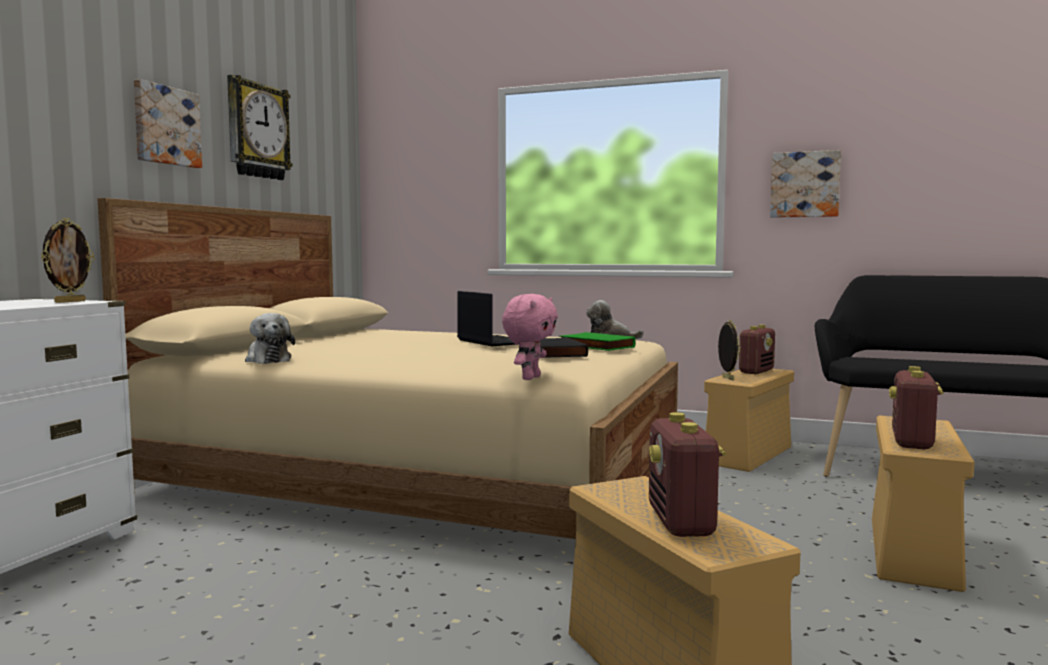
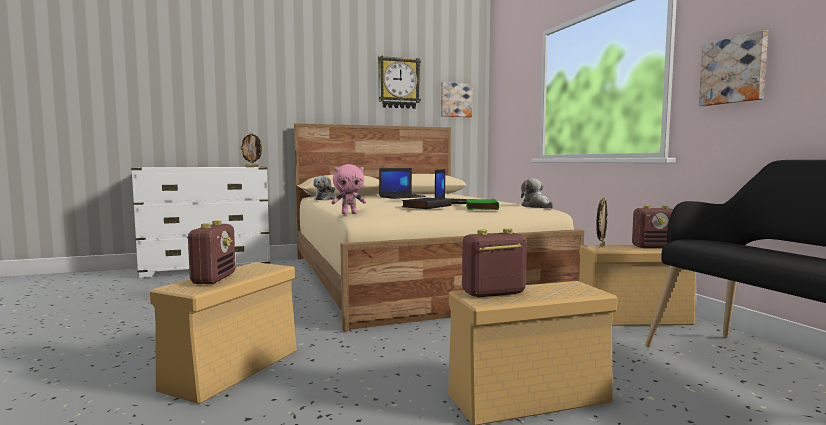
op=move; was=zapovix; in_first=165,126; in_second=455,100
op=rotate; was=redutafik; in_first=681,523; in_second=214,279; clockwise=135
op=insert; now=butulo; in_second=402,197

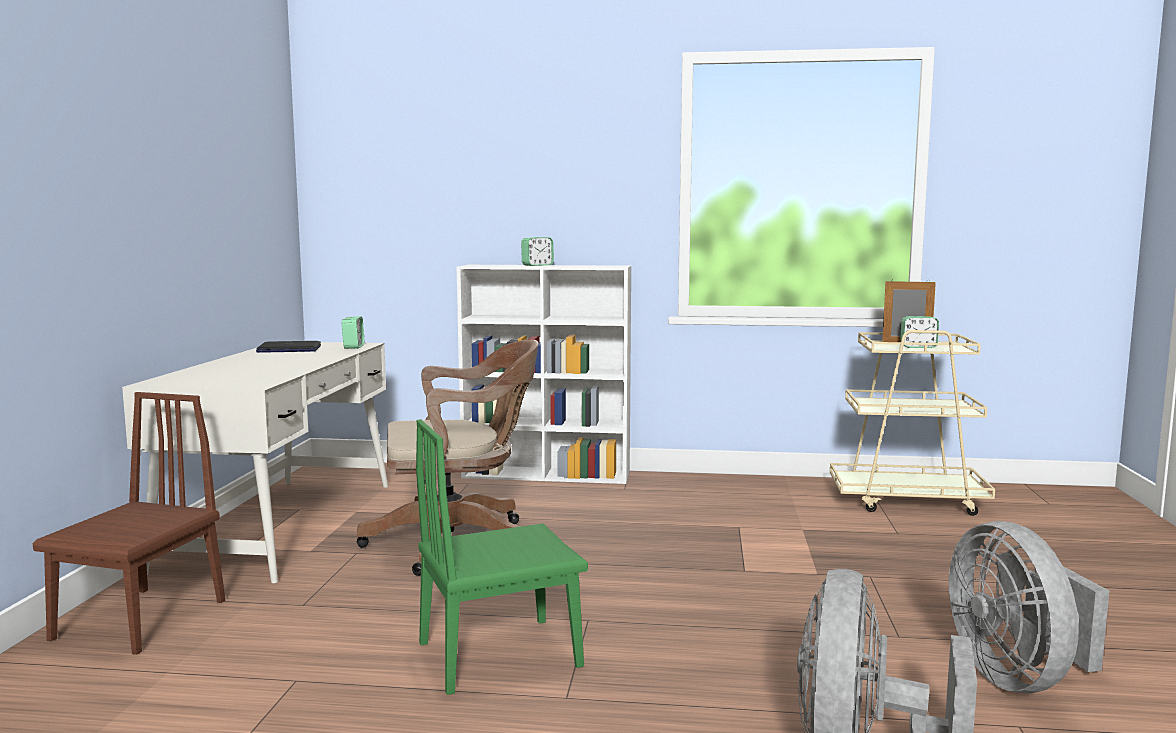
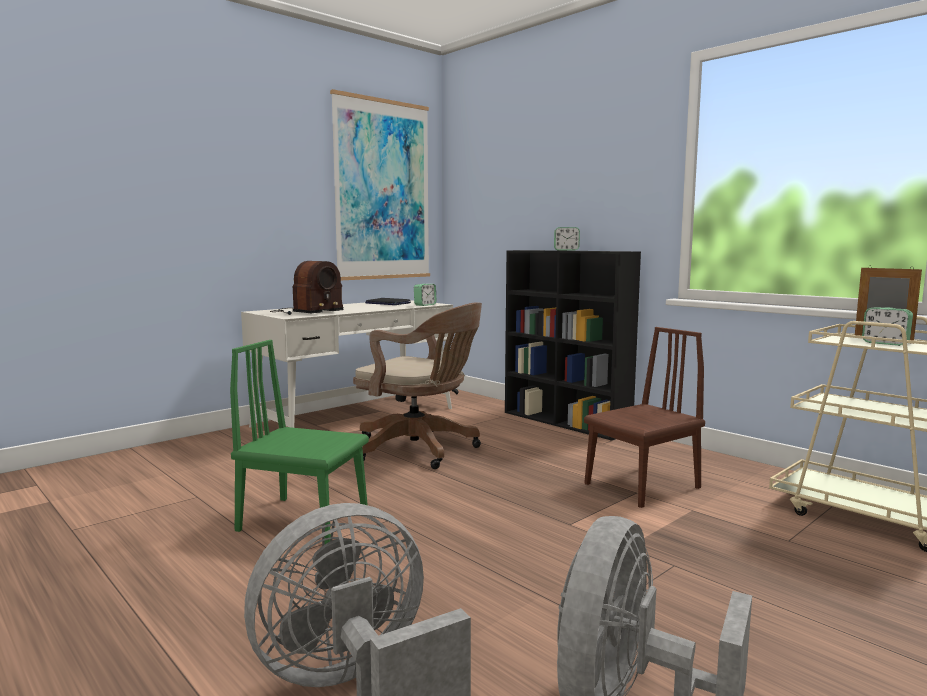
op=recolor; was=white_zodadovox; now=black_zodadovox; in_first=548,474; in_second=566,422
op=move; was=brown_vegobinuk; in_first=140,620; in_second=642,486
op=insert; now=zapovix; in_second=382,190
op=insert; now=redutafik; in_second=305,312

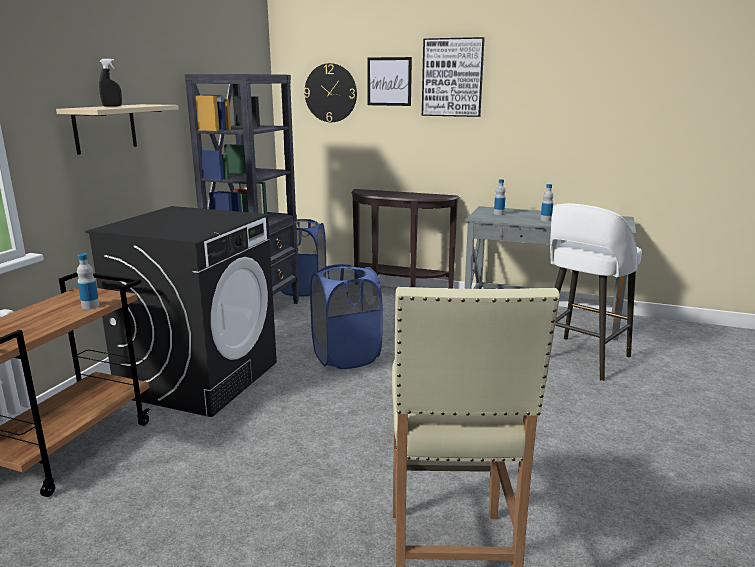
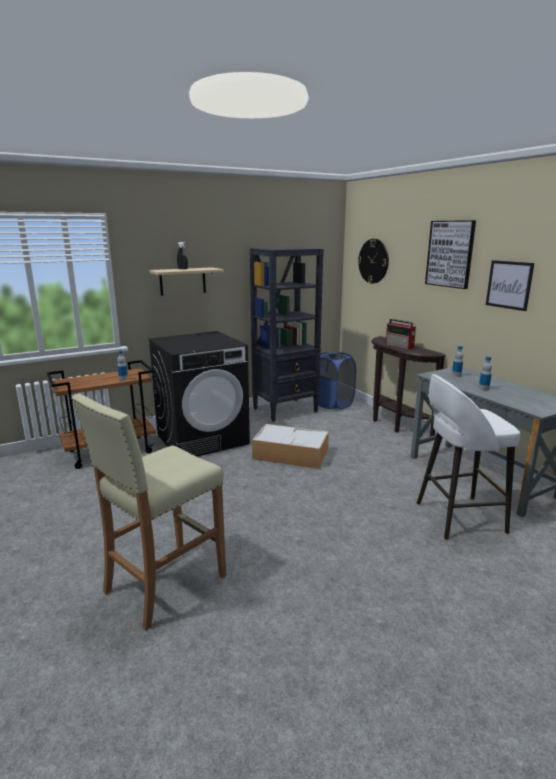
op=move; was=zapovix; in_first=389,81; in_second=509,285
op=replace; was=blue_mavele; now=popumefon; in_first=346,357; in_second=292,454
op=insert; now=redutafik; in_second=400,346

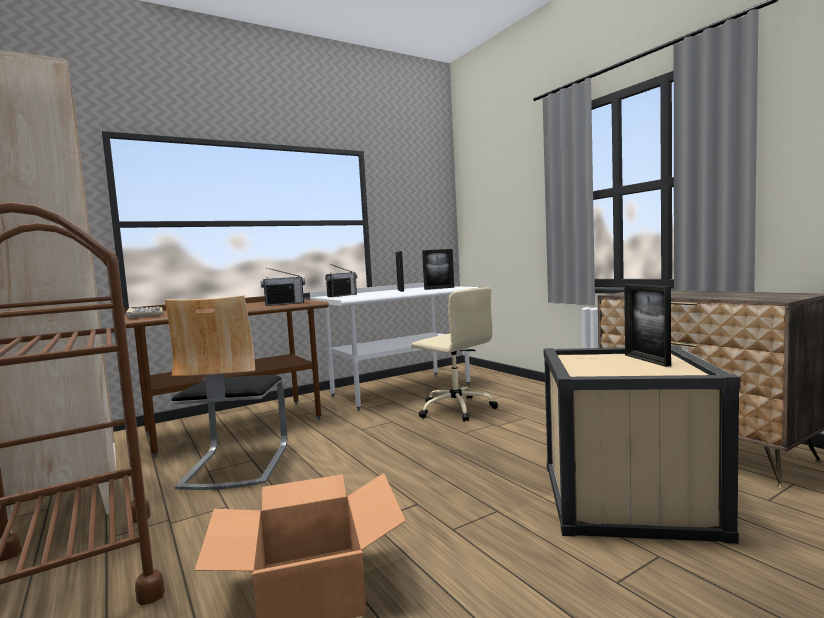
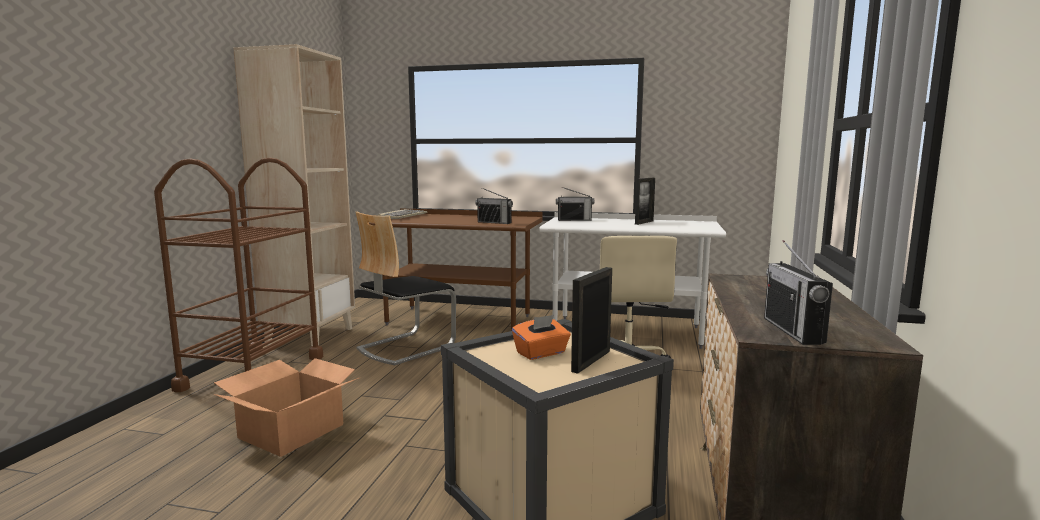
op=delete; was=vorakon; in_first=439,288
op=insert; now=redutafik; in_second=792,330
op=insert; now=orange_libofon; in_second=541,353

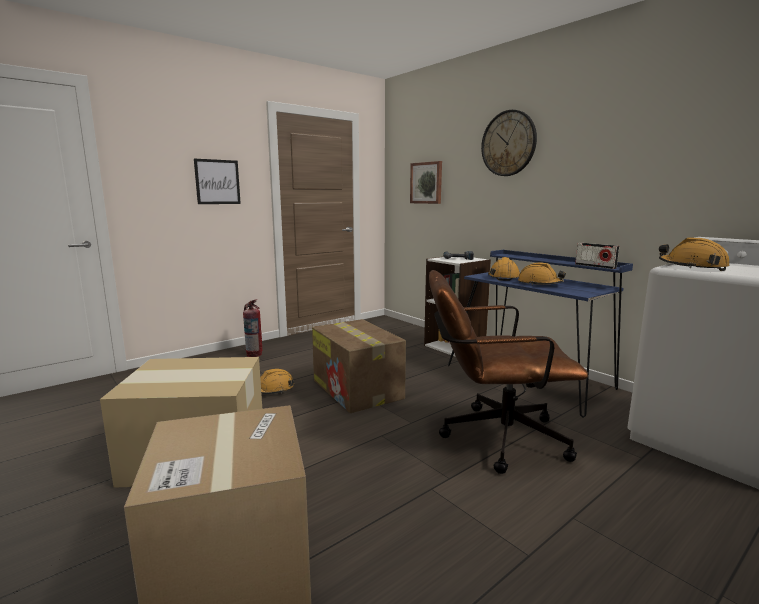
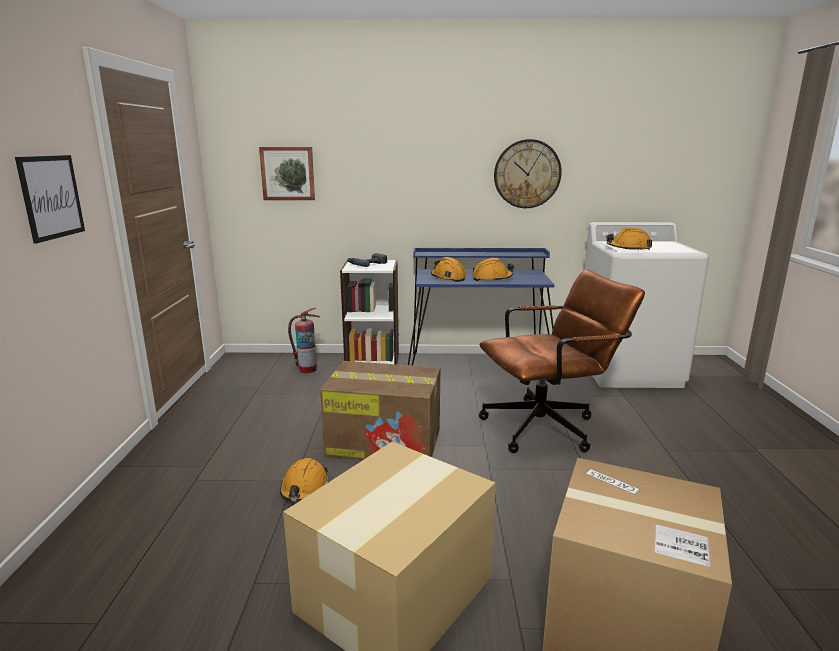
op=move; was=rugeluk; in_first=508,143; in_second=527,174
op=delete; was=redutafik; in_first=595,266
op=rotate; was=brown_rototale; in_first=492,437; in_second=549,426; clockwise=-150
op=move; was=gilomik; in_first=254,354; in_second=307,369

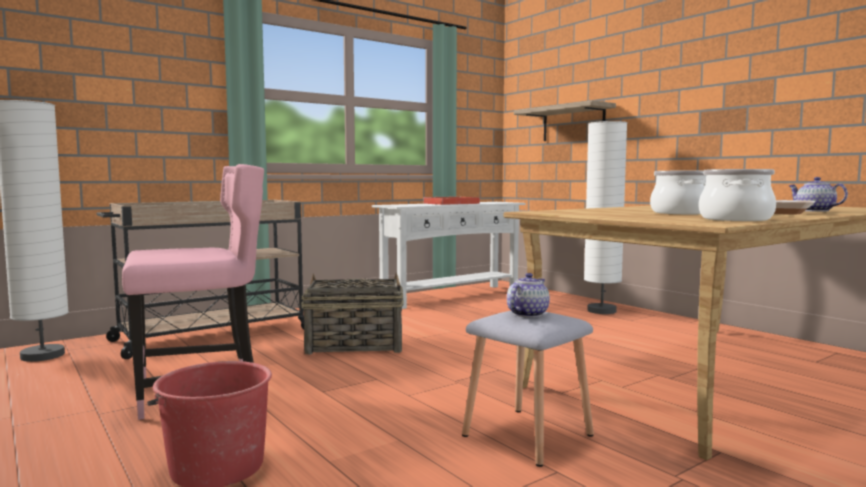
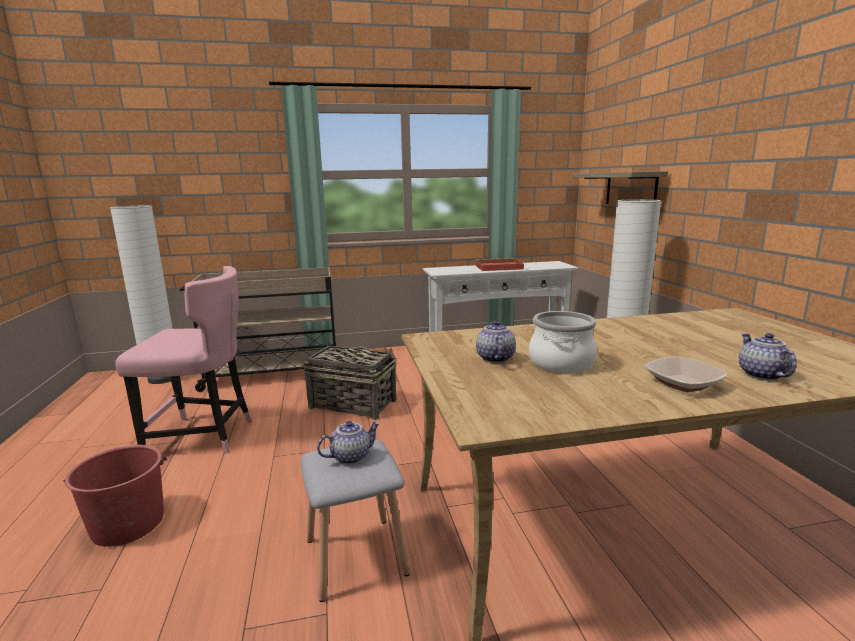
op=delete; was=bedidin; in_first=736,219
op=insert; now=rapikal; in_second=494,358

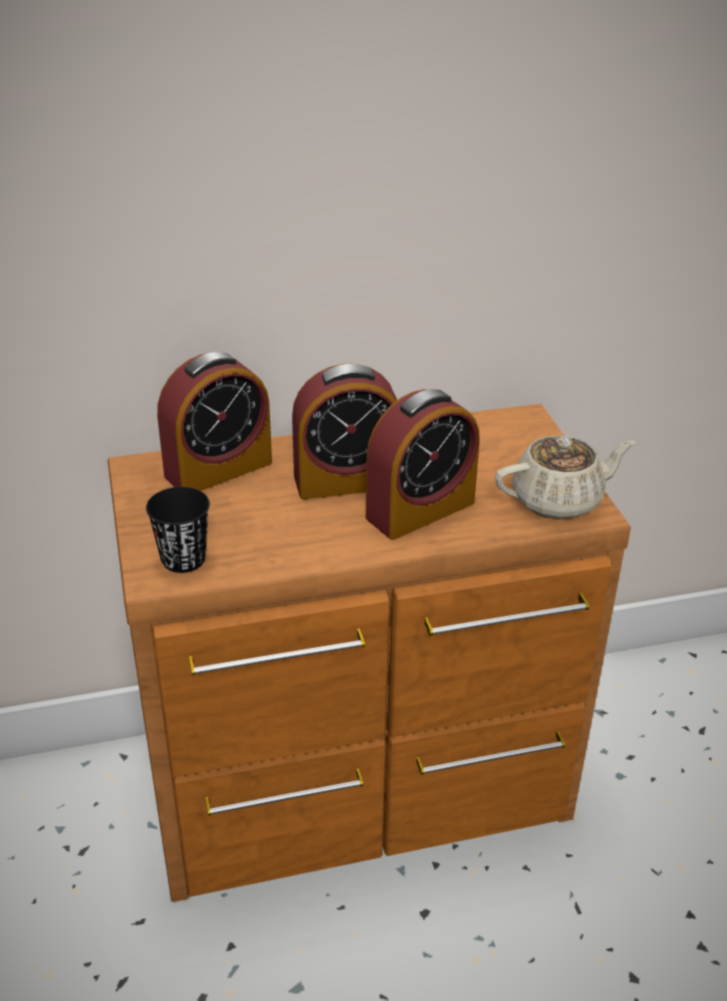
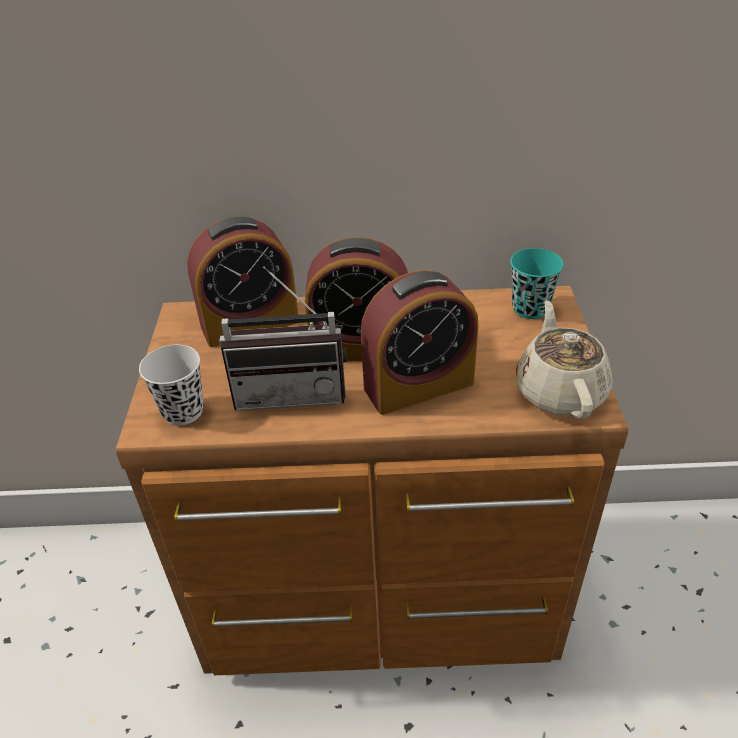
op=rotate; was=beige_rapikal; in_first=558,500; in_second=559,391; clockwise=-90
op=recolor; was=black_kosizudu; now=white_kosizudu; in_first=183,559; in_second=183,411
op=insert; now=turquoise_kosizudu; in_second=530,308
op=insert; now=redutafik; in_second=292,391

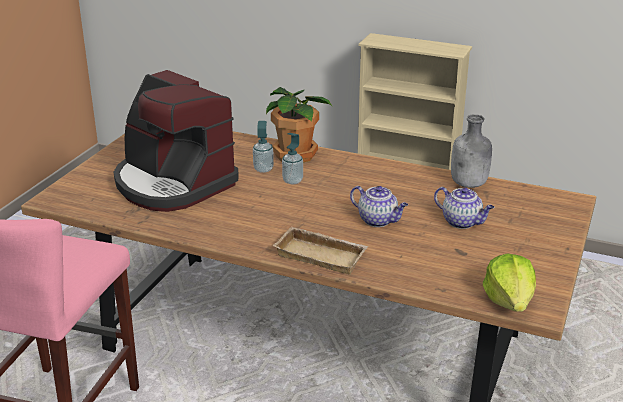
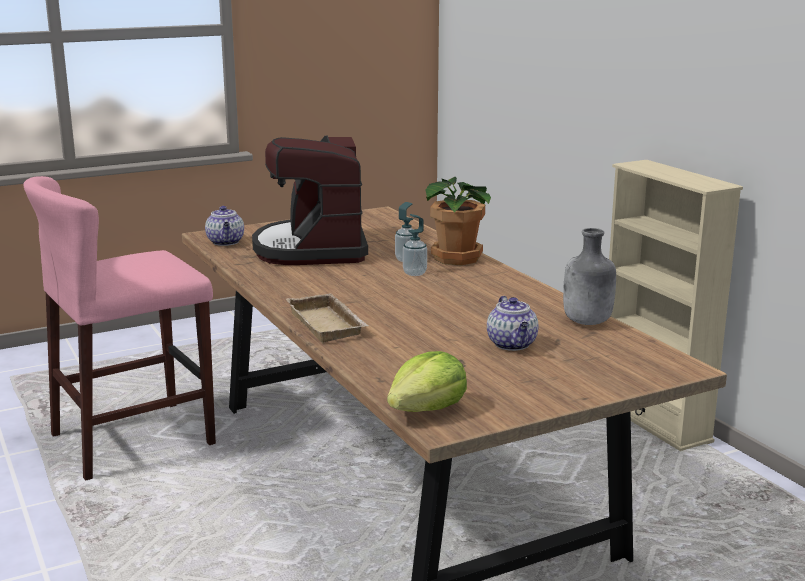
op=move; was=rapikal; in_first=378,220; in_second=226,242

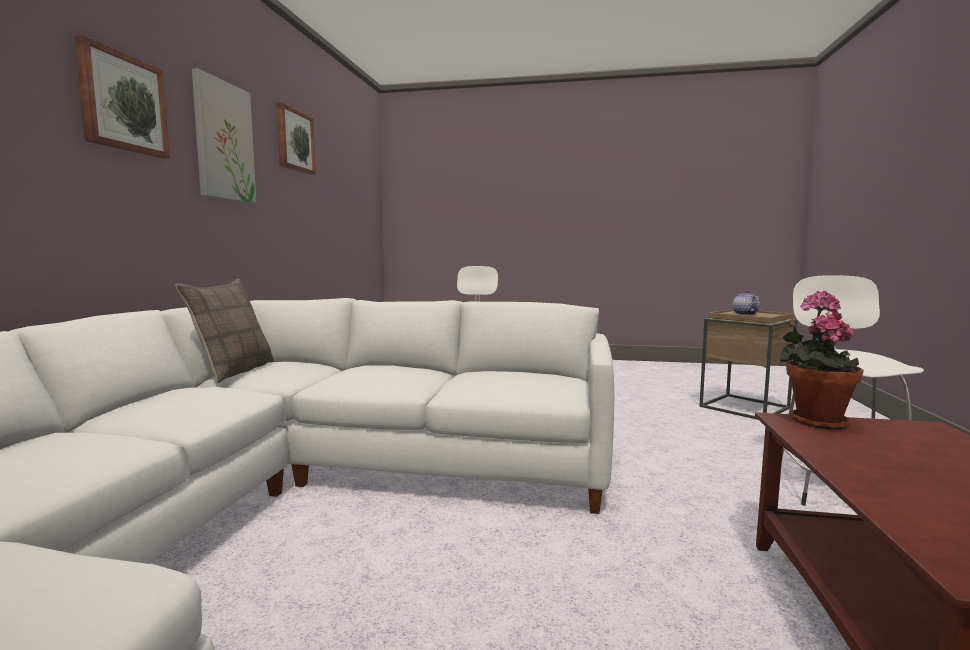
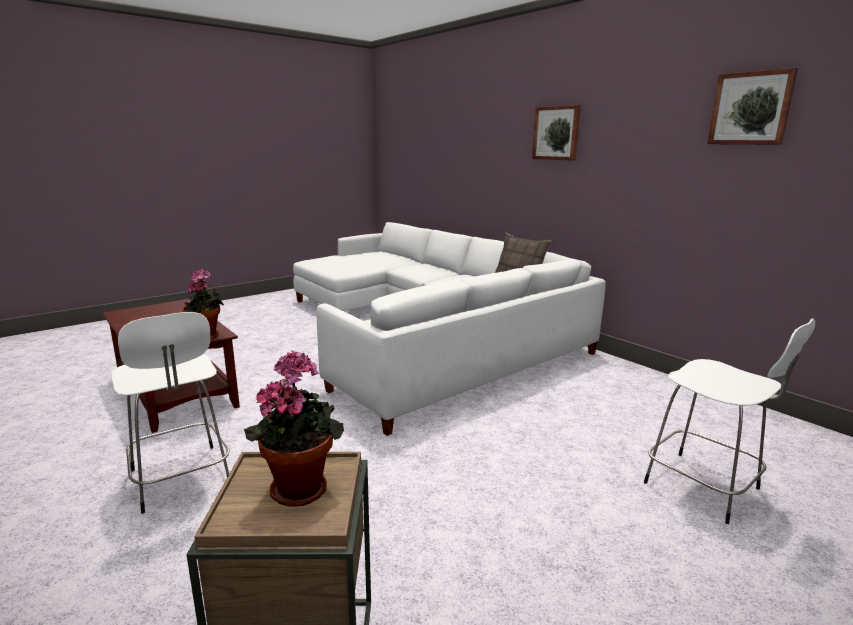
op=delete; was=zapovix; in_first=223,141
op=replace; was=rapikal; now=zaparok; in_first=744,314; in_second=300,487

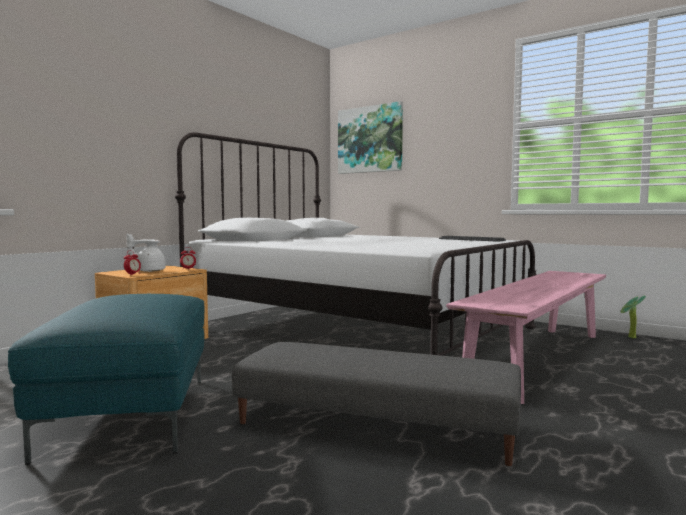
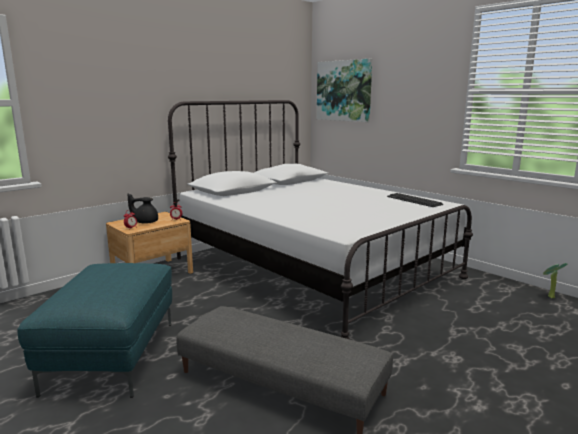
op=recolor; was=white_rapikal; now=black_rapikal; in_first=149,271; in_second=145,222
op=delete; was=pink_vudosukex; in_first=538,359

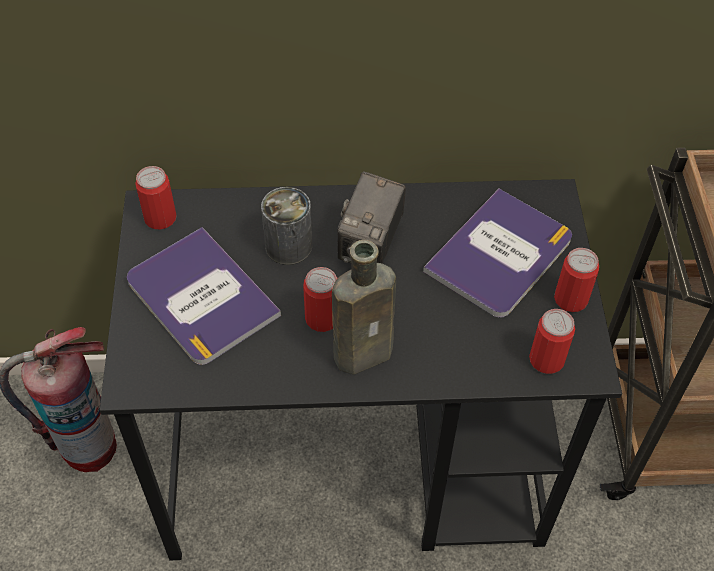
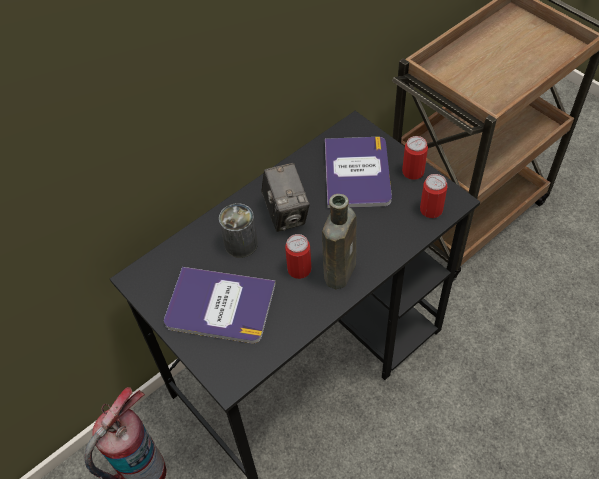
op=delete; was=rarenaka; in_first=160,218

